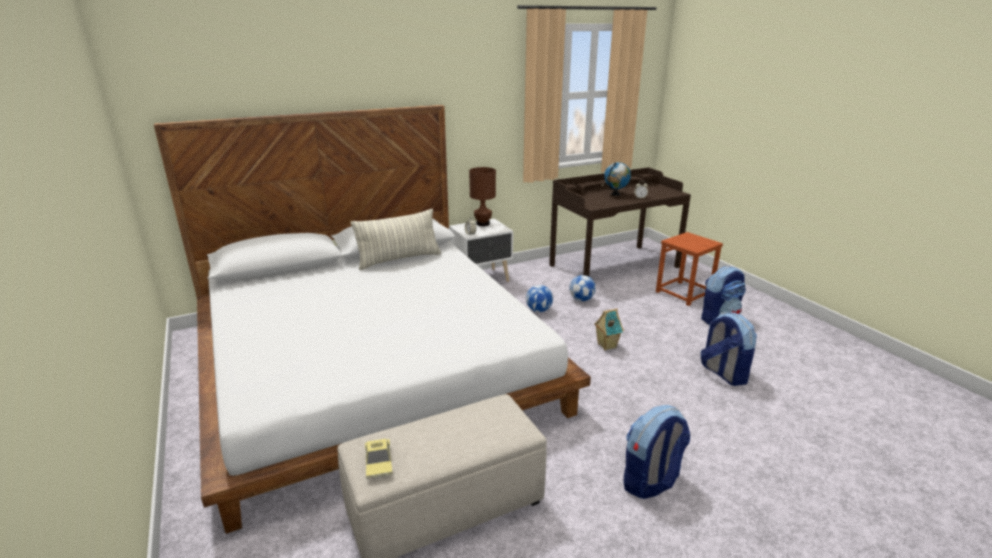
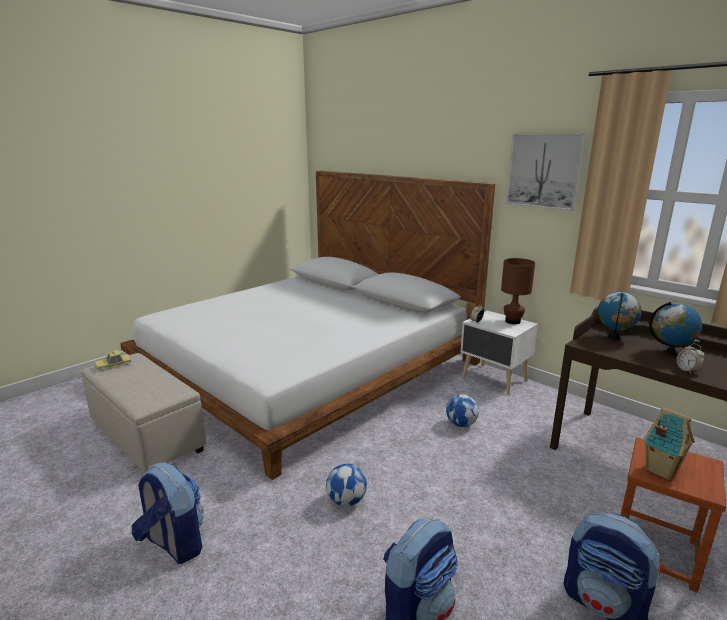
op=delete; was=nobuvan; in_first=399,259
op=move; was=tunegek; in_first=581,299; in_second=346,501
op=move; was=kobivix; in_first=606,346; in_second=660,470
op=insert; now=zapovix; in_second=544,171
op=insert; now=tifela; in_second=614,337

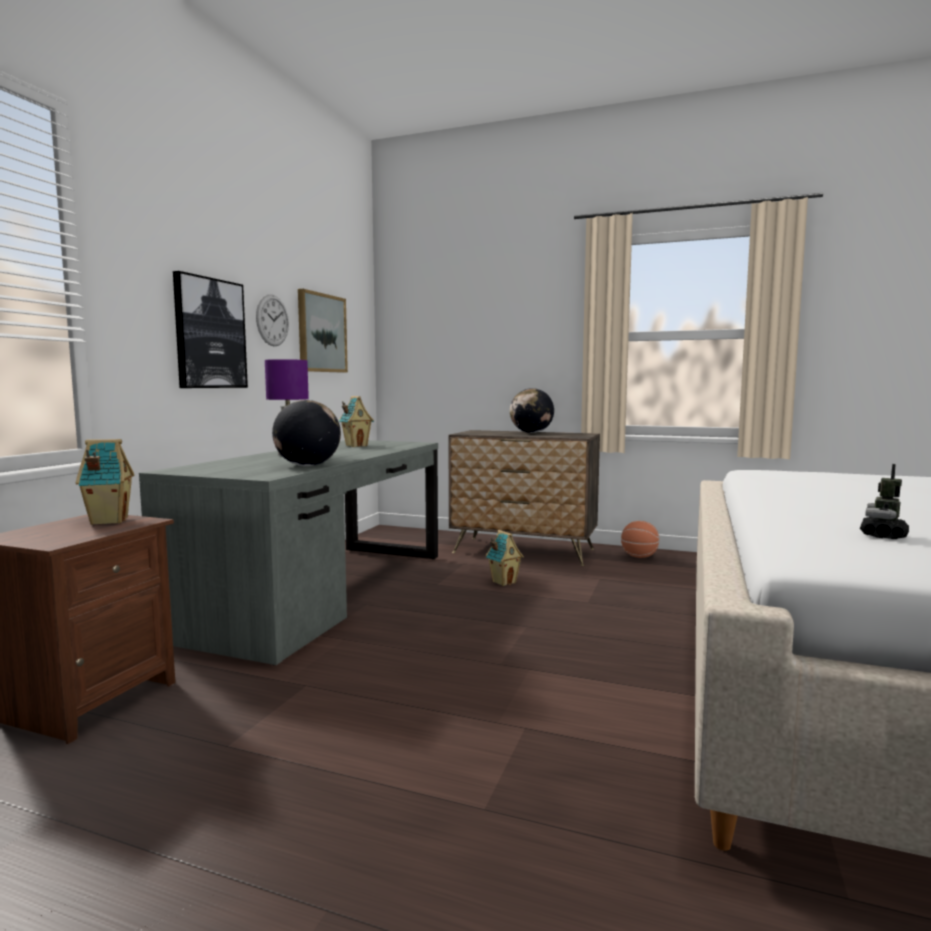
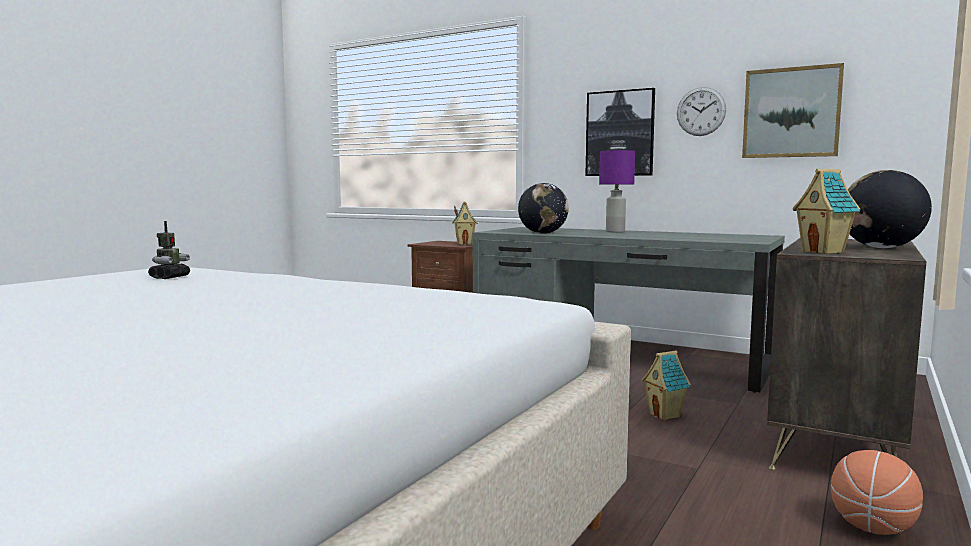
op=move; was=kobivix; in_first=356,446; in_second=824,252
op=rotate; was=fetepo; in_first=883,535; in_second=169,277; clockwise=60

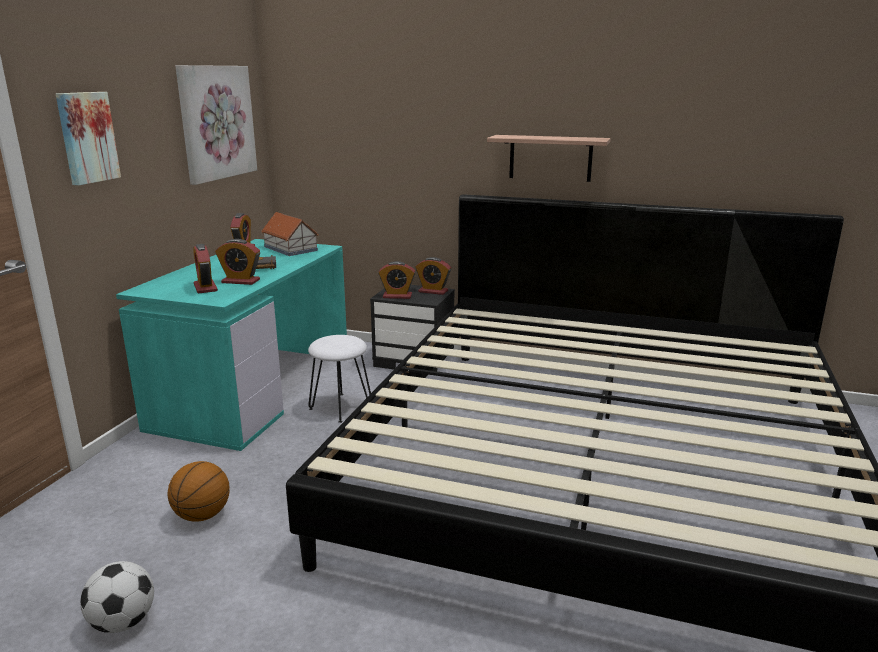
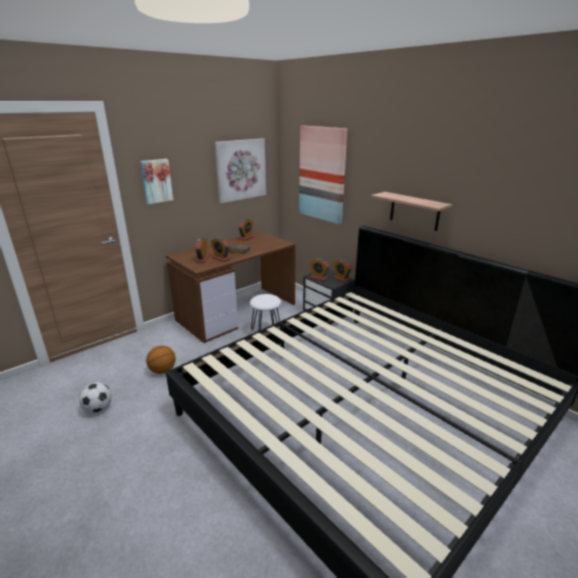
op=delete; was=kobivix; in_first=290,248
op=recolor; was=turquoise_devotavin; now=brown_devotavin; in_first=255,390; in_second=237,311
op=insert; now=zapovix; in_second=322,174

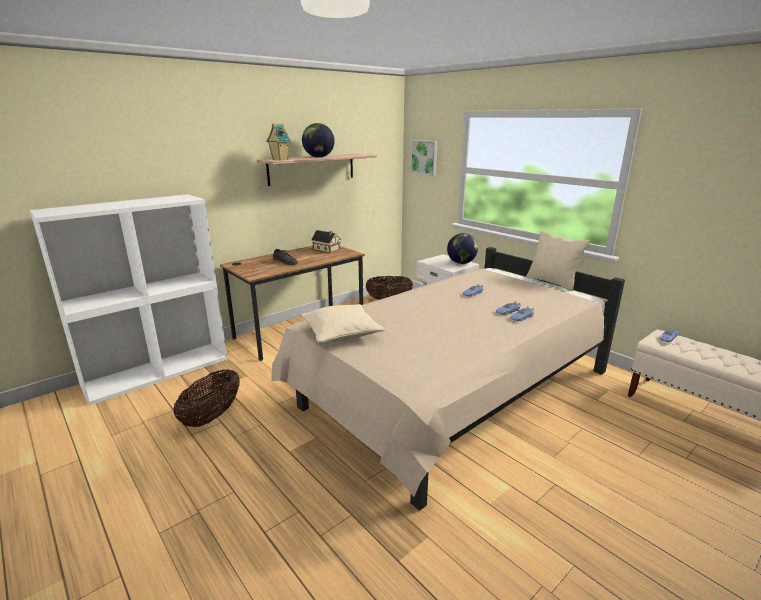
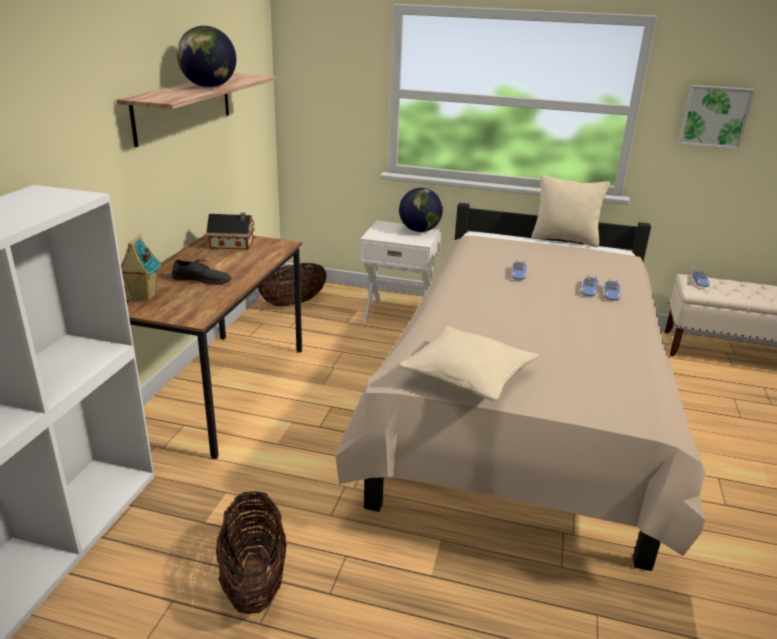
op=move; was=kobivix; in_first=280,159; in_second=142,297
op=move; was=zapovix; in_first=424,157; in_second=714,116

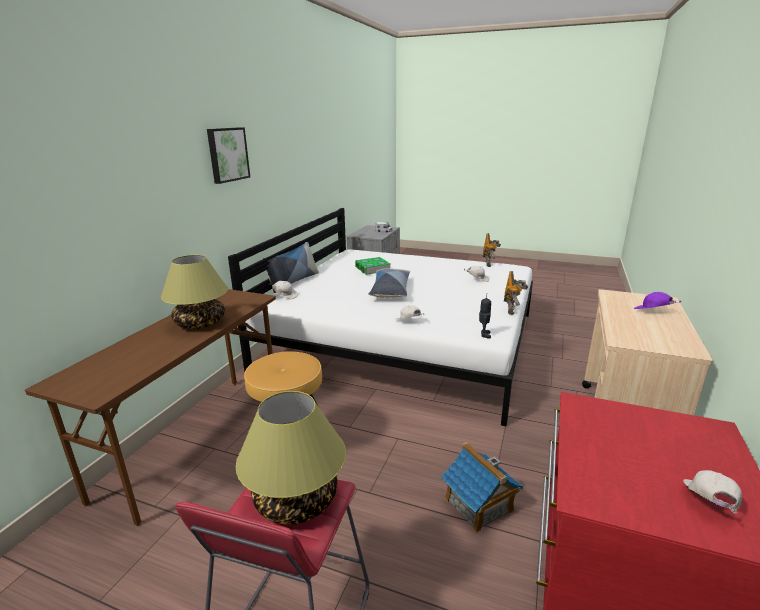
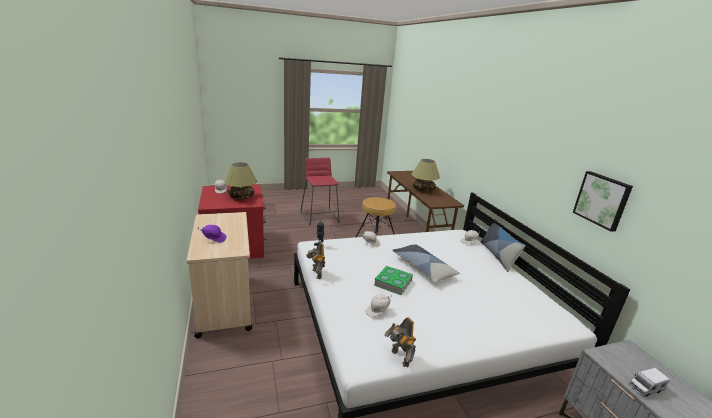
op=move; was=zapovix; in_first=227,154; in_second=602,200
op=move; was=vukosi; in_first=372,269; in_second=393,283
op=move; was=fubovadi; in_first=297,500; in_second=241,197
op=delete; was=kobivix; in_first=479,505

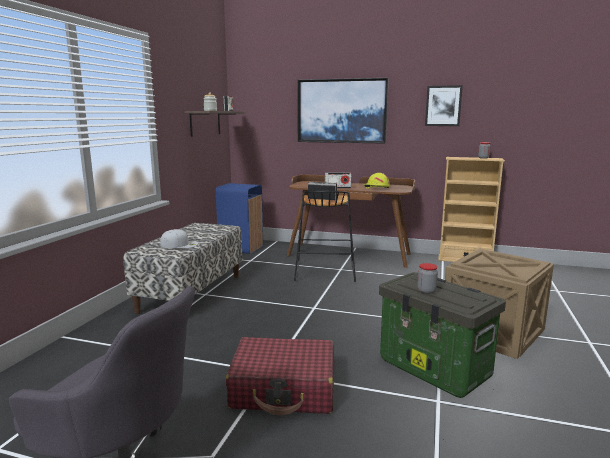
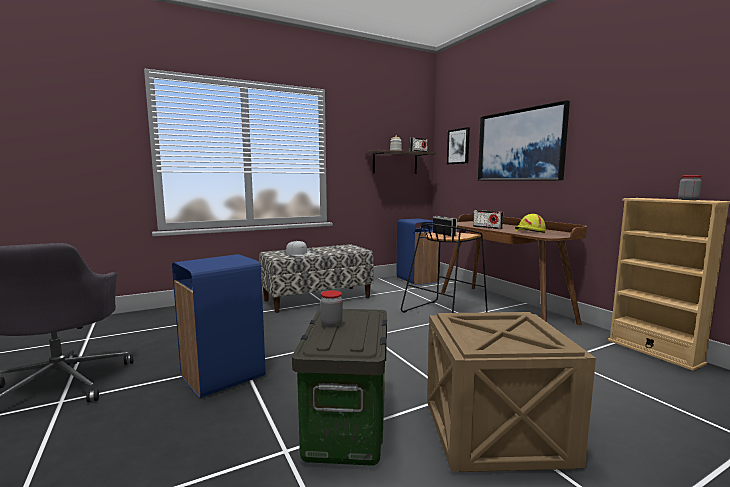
op=move; was=zapovix; in_first=443,106; in_second=458,146
op=replace; was=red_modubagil; now=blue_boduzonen; in_first=284,389; in_second=224,377

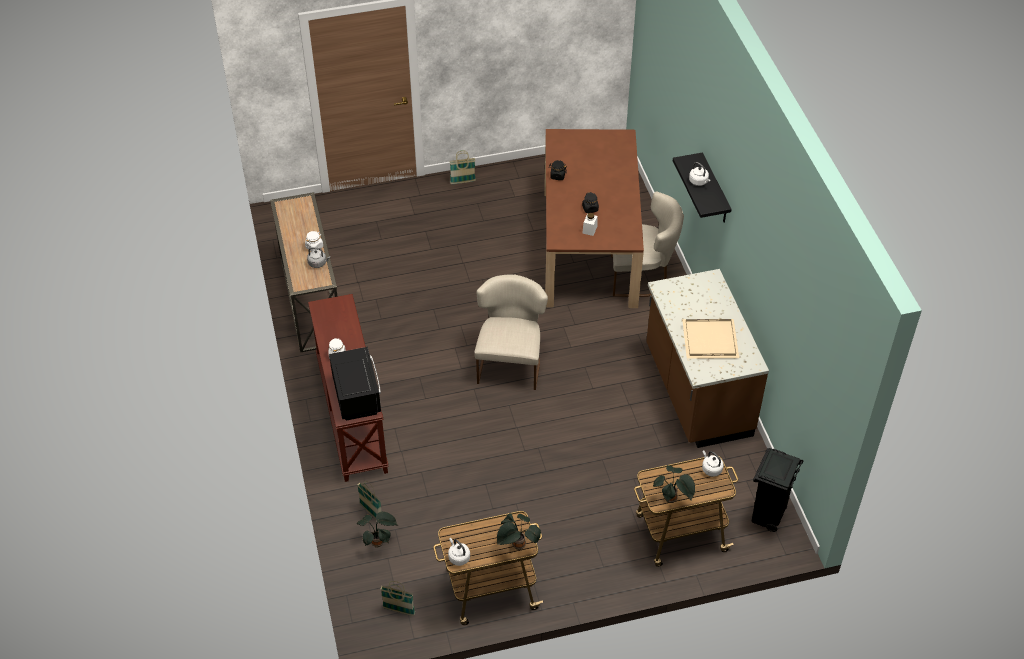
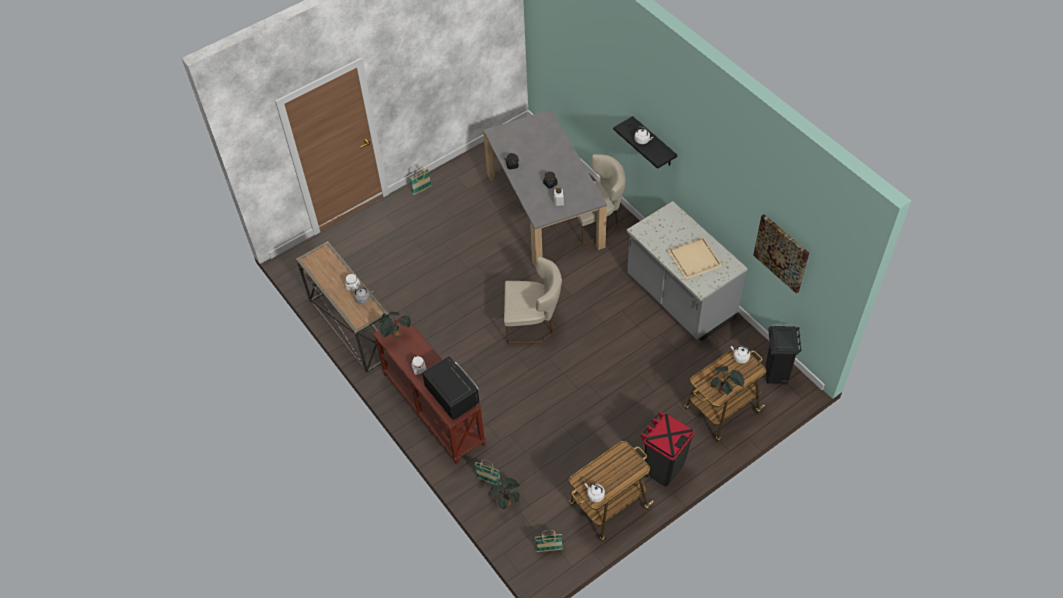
op=recolor; was=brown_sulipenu; now=grey_sulipenu; in_first=589,245; in_second=545,209
op=recolor; was=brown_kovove; now=grey_kovove; in_first=696,392; in_second=679,298
op=rotate; was=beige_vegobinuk; in_first=510,362; in_second=533,323; clockwise=105
op=move; was=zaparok; in_first=517,546; in_second=396,335
op=insert; now=zapovix; in_second=781,253
op=insert; now=black_boduzonen; in_second=663,468

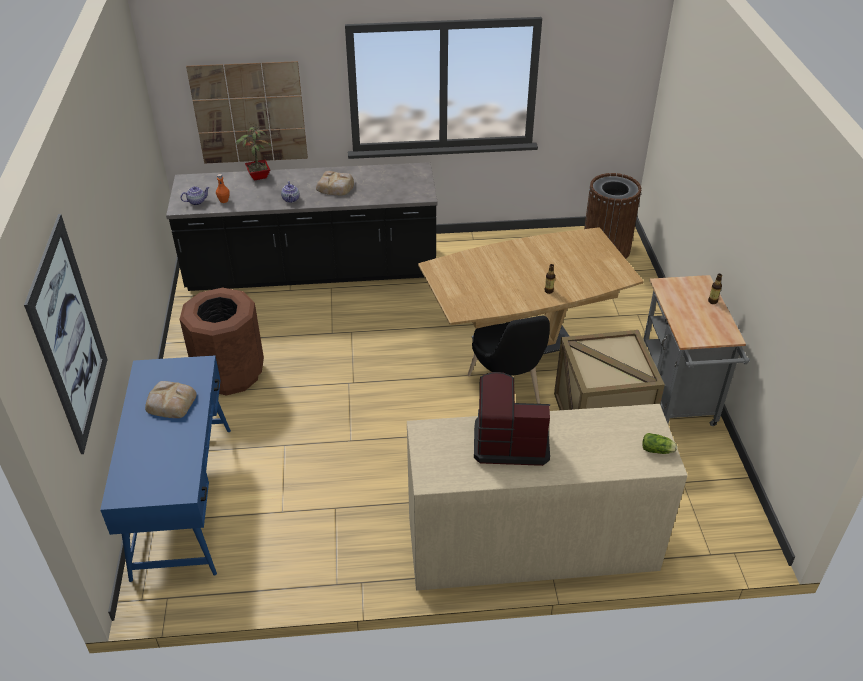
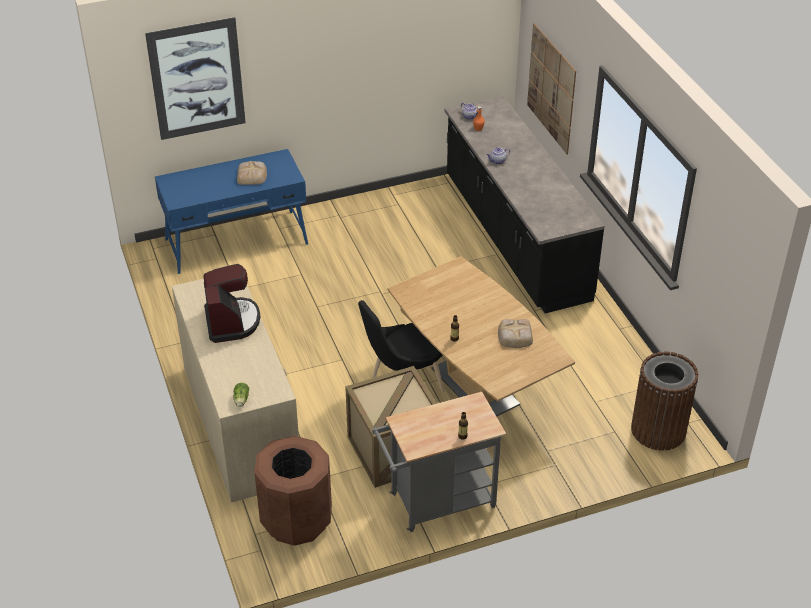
op=delete; was=zaparok; in_first=257,176
op=move; was=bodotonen; in_first=336,187; in_second=514,336
op=move; was=brown_boduzonen; in_first=229,374; in_second=296,520

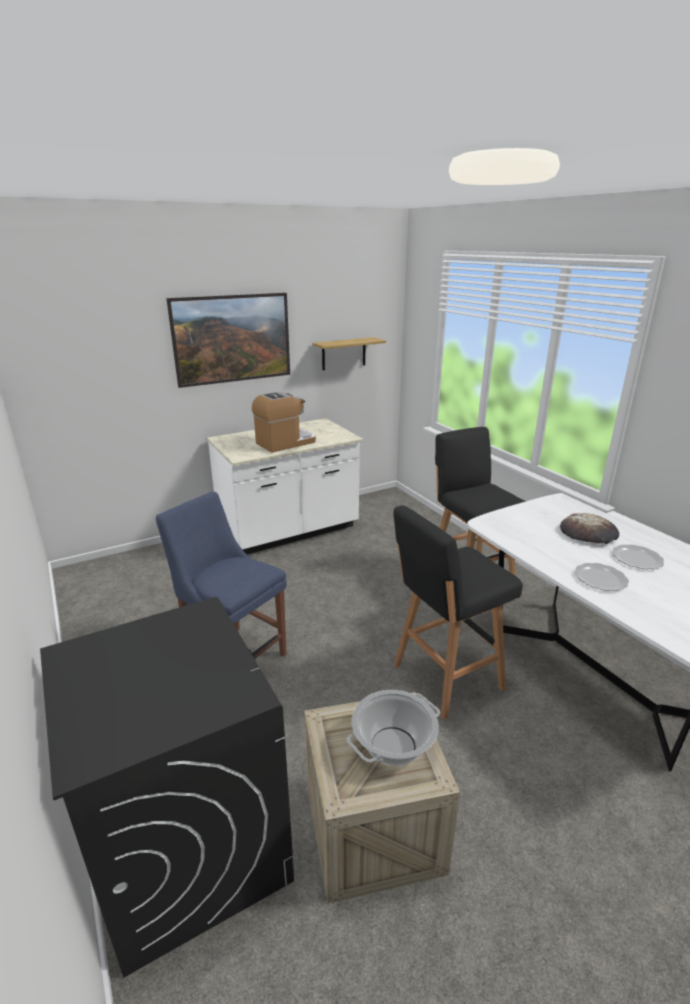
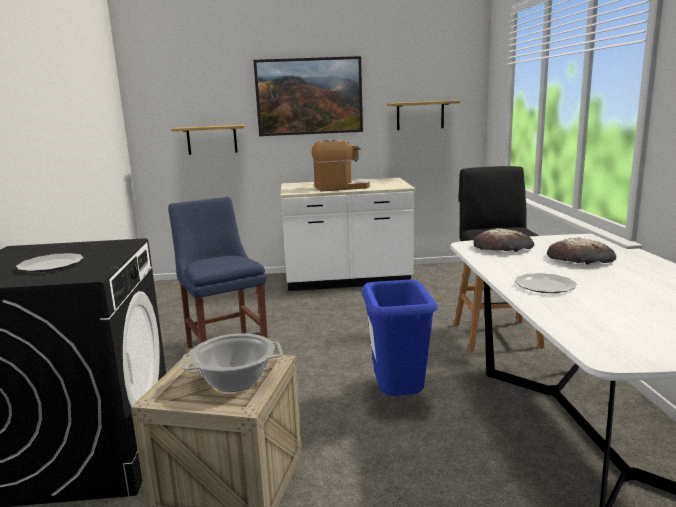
op=replace; was=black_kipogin; now=blue_boduzonen; in_first=444,678; in_second=398,399
op=move; was=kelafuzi; in_first=636,559; in_second=50,265
op=insert; now=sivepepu; in_second=212,139
op=insert; now=bodotonen; in_second=503,247

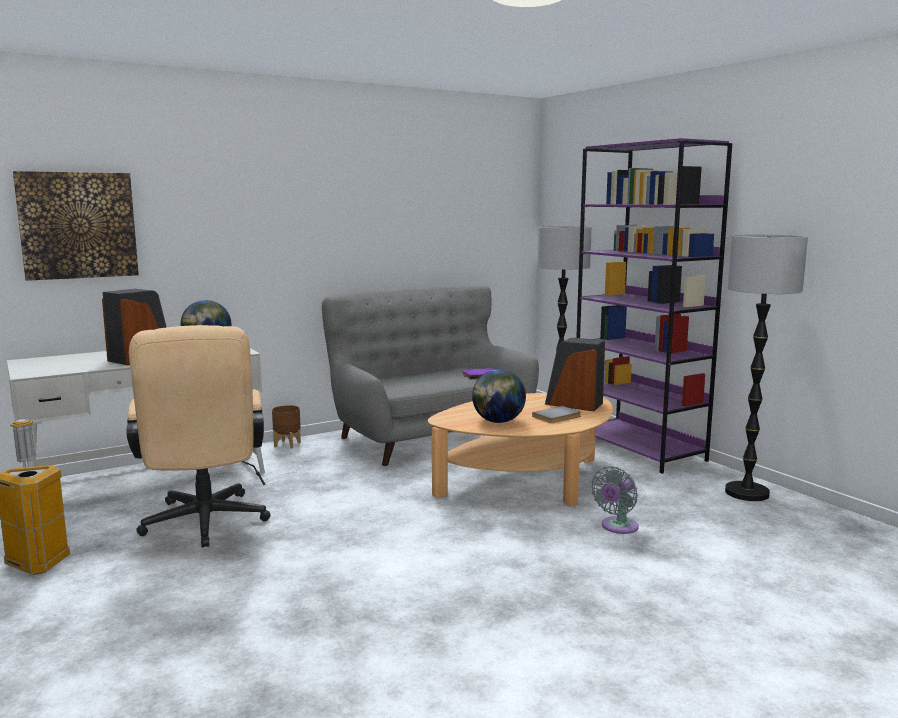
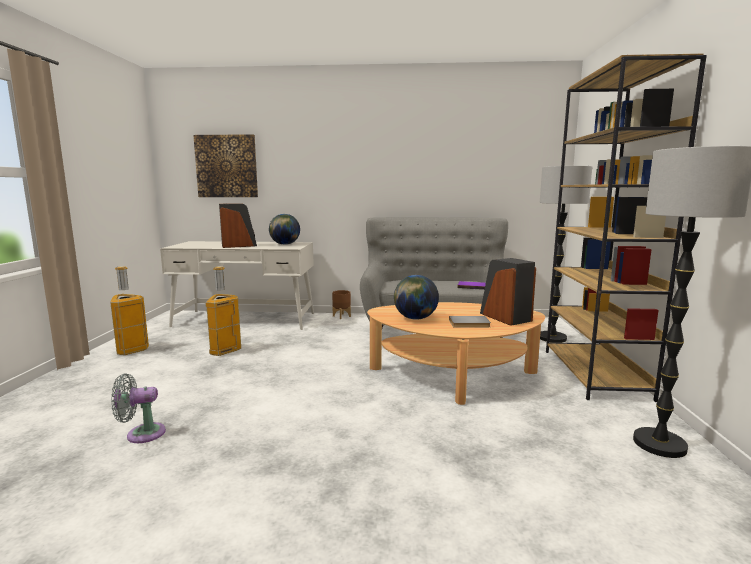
op=recolor; was=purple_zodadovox; now=brown_zodadovox; in_first=638,449; in_second=595,374
op=replace; was=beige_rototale; now=boduzonen; in_first=204,525; in_second=224,351
op=move; was=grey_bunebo; in_first=617,527; in_second=141,434

